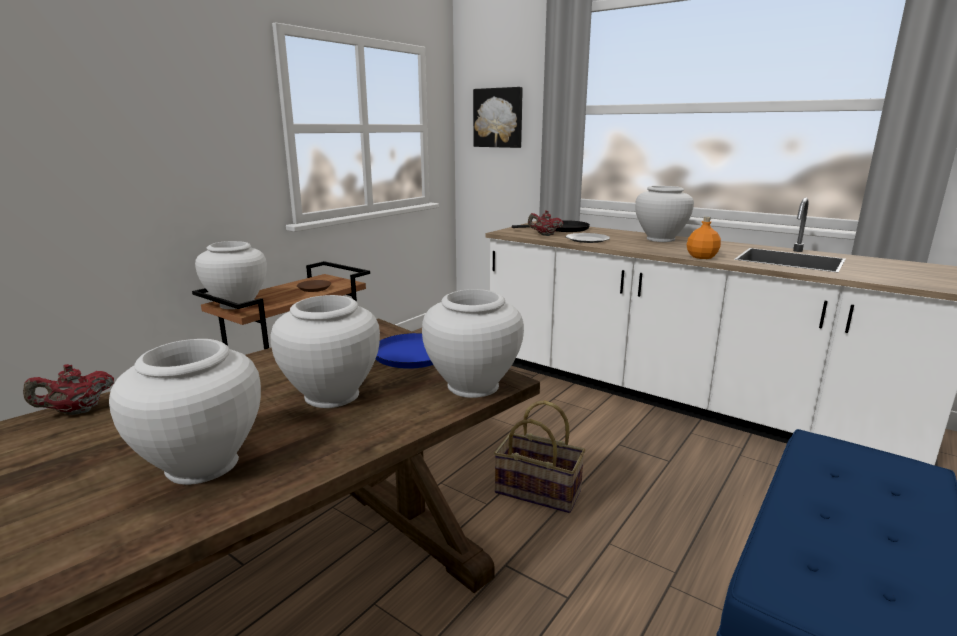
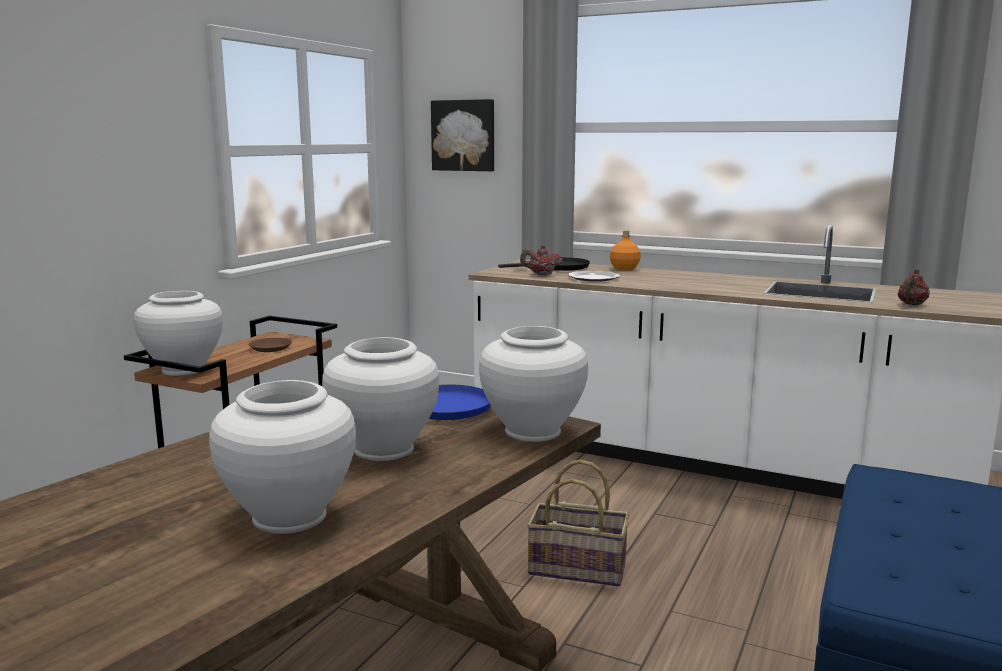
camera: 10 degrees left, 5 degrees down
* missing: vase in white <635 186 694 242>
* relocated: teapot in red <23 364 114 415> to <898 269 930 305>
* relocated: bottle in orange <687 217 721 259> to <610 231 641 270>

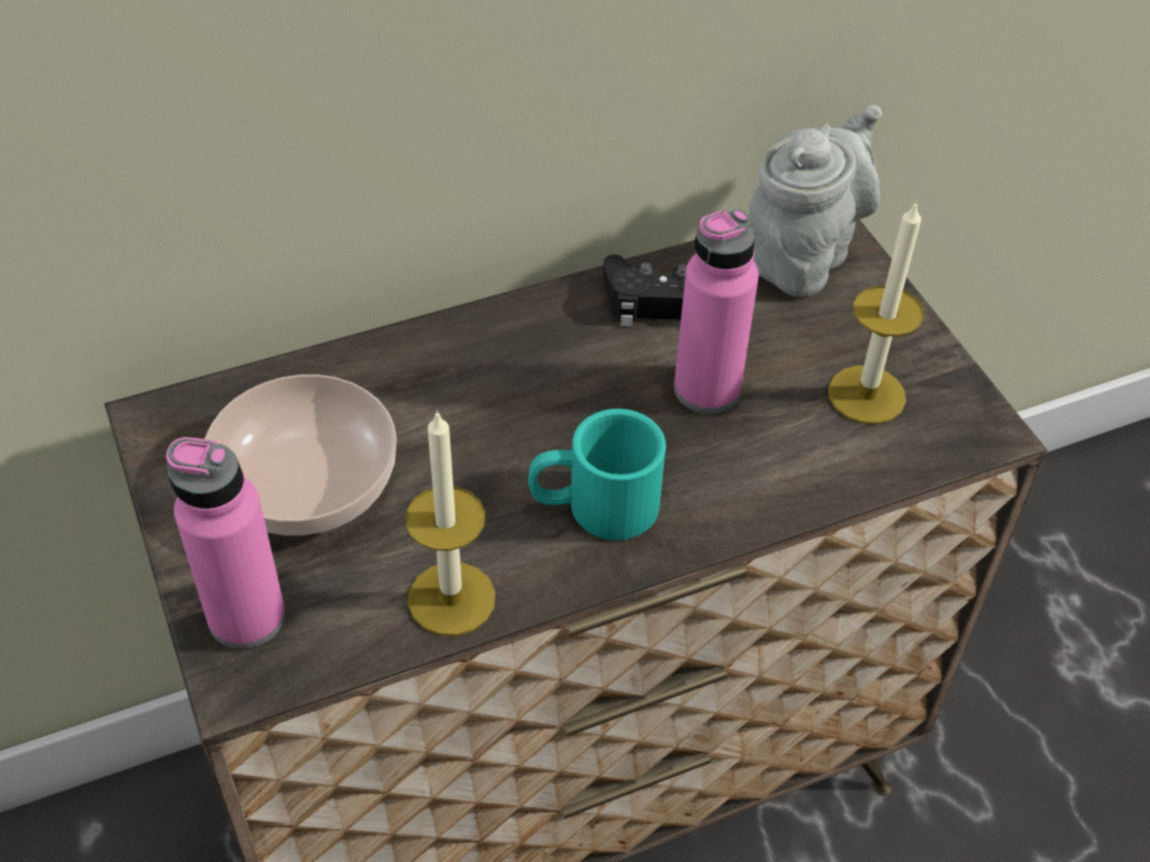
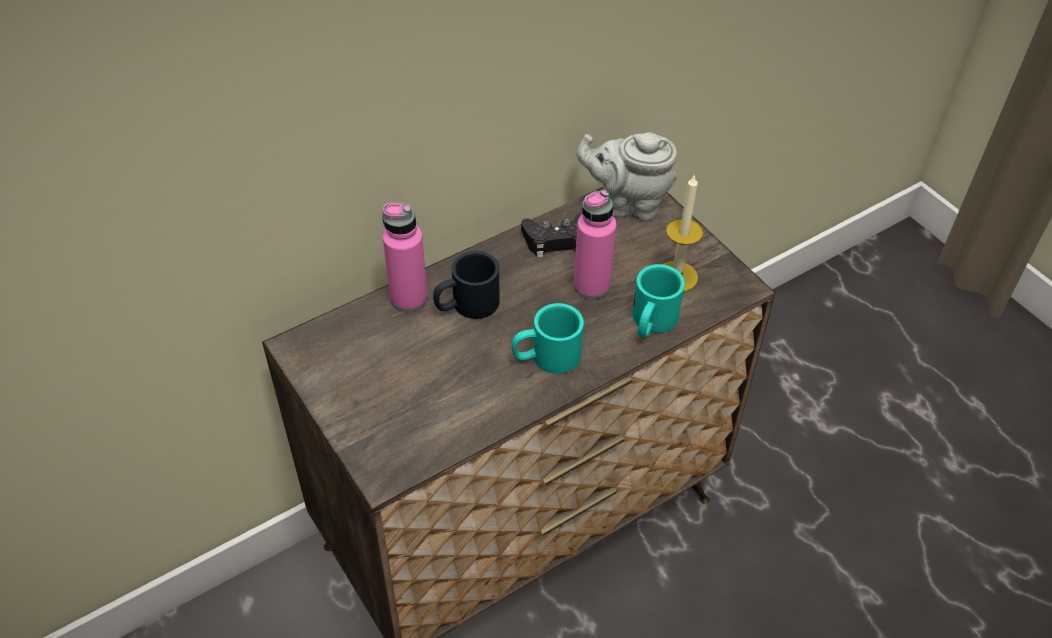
camera: 10 degrees left, 0 degrees up
* missing: bowl <205 375 397 535>
* missing: candle <405 410 495 636>
* appeared: mug in black <433 251 499 319>
* appeared: mug in turquoise <632 264 685 338>
* relocated: bottle in pink <166 437 285 649> to <382 203 427 312>
* spun: teapot in grey <749 105 882 297> = <577 133 677 222> 105 degrees counterclockwise

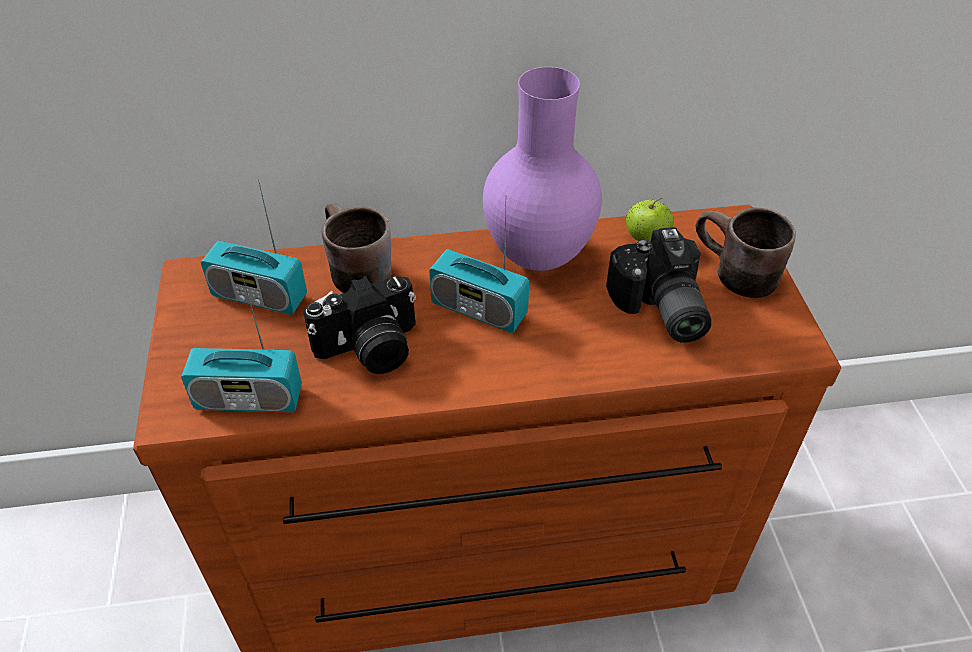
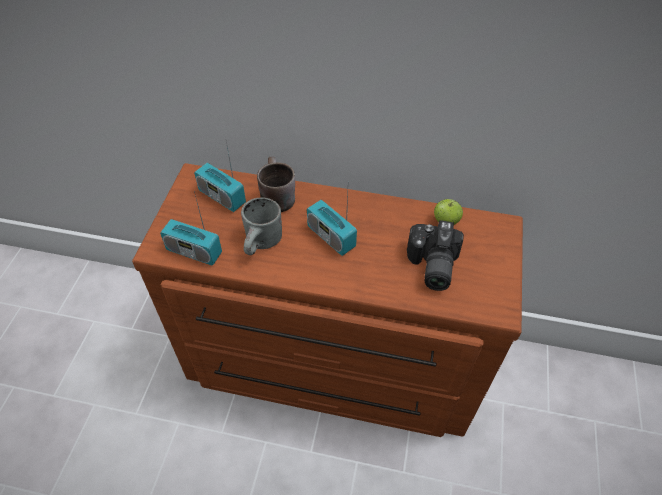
camera: 20 degrees right, 5 degrees up
* missing: vase in purple <483 67 602 271>
* missing: mug in brown <696 207 796 298>
* exchanged: photo camera <303 276 416 374> to mug in grey <241 197 282 255>

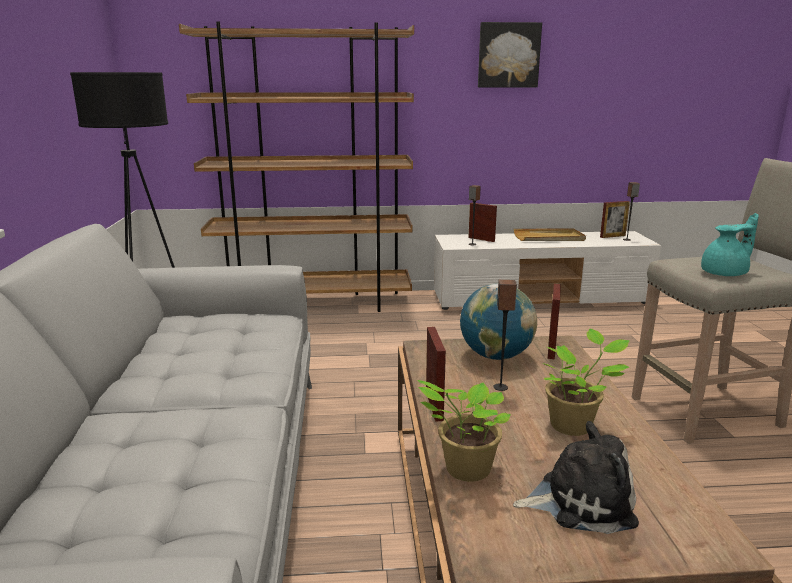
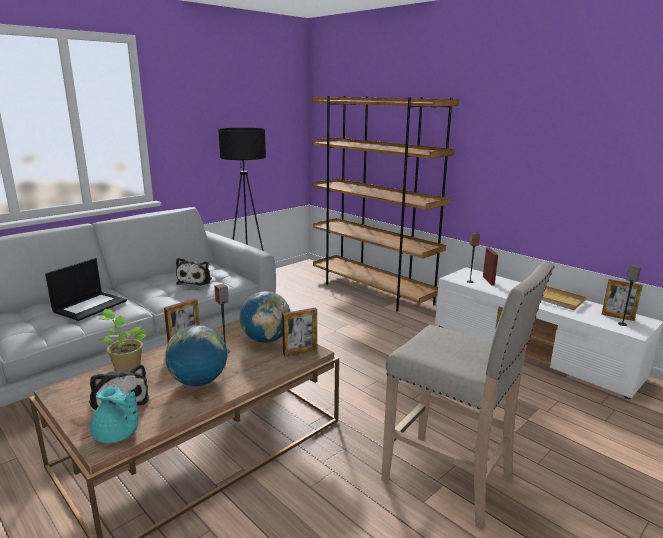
camera: 50 degrees right, 0 degrees up
* missing: picture <478 22 542 87>
* appeared: laptop <45 258 127 321>
* appeared: plush toy <176 258 212 286>
* relocated: teapot in turquoise <701 213 759 276> to <91 387 138 443>
* exchanged: potted plant <542 328 630 436> to globe <165 325 228 386>

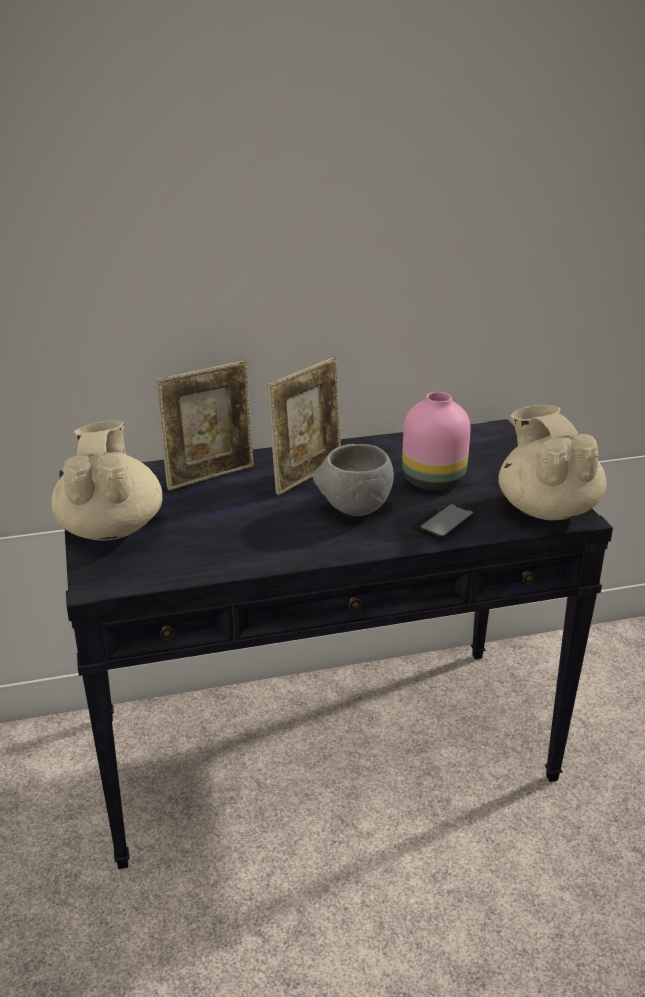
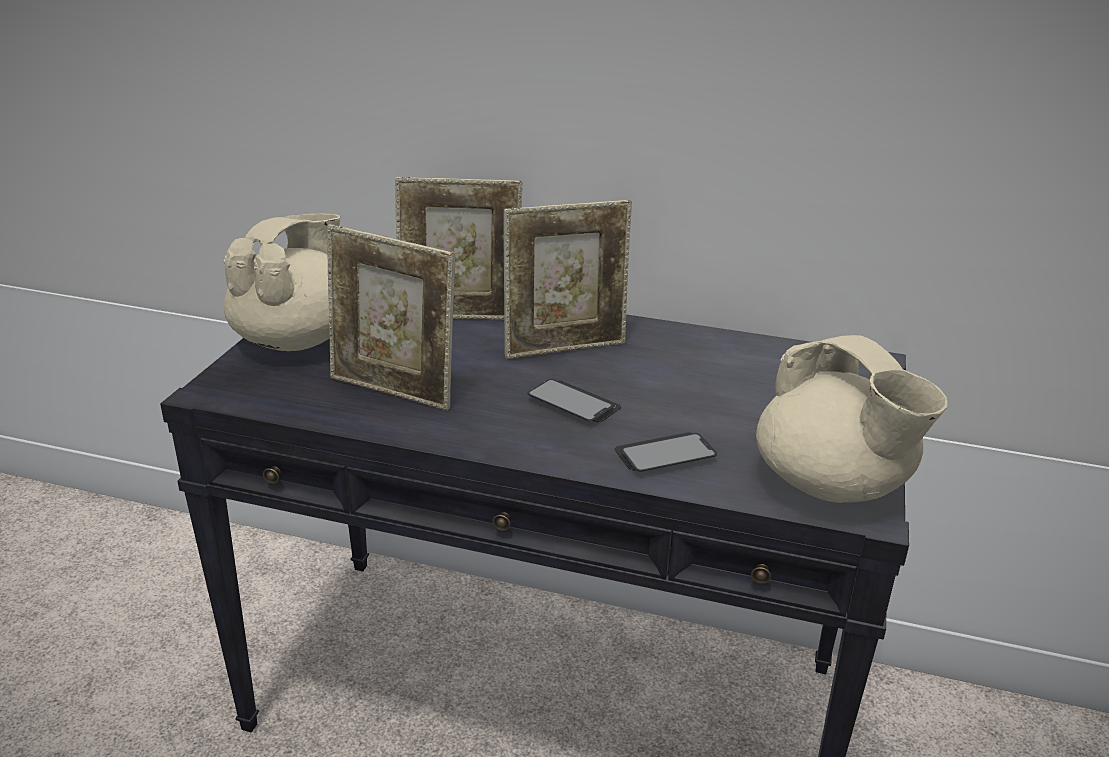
camera: 30 degrees right, 0 degrees up
* missing: vase in pink <402 392 470 491>
* appeared: picture frame <327 224 455 411>
* exchanged: bowl in grey <313 444 394 516> to phone <528 379 621 422>
* spun: teapot in beige <498 405 607 520> = <756 335 948 503> 135 degrees clockwise

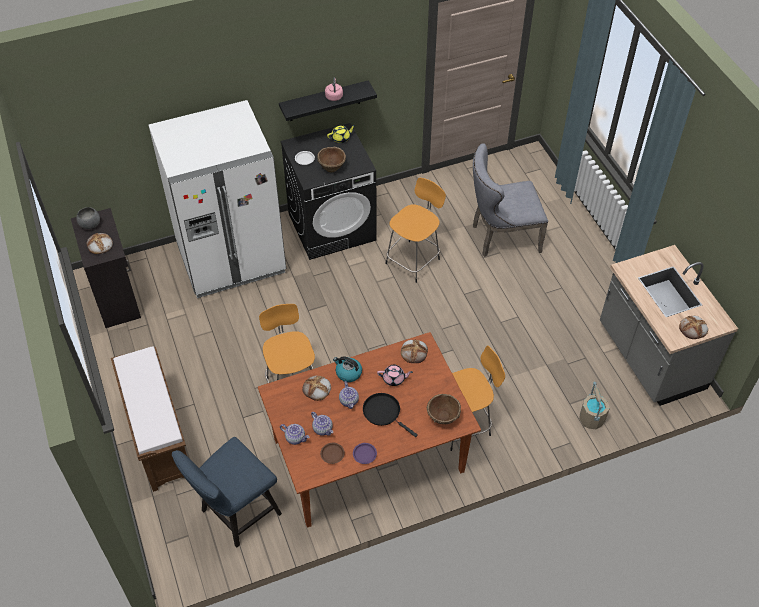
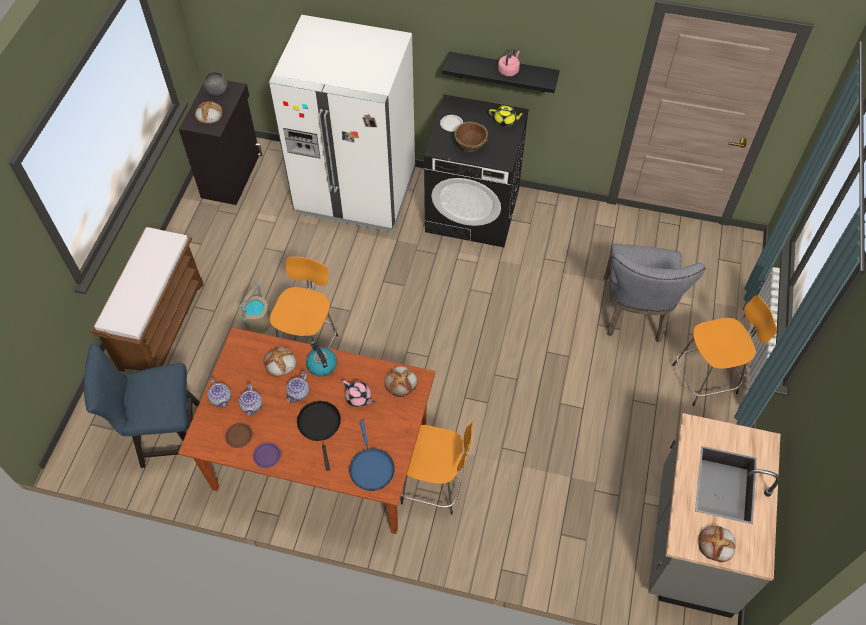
camera: 35 degrees right, 5 degrees up
* relocated: stool in orange <385 178 446 283> to <673 295 777 406>
* relocated: bucket in beige <579 382 610 429> to <239 283 271 333>
* exchanged: bowl in brown <427 394 461 424> to frying pan in blue <349 420 395 491>
* spun: chair in grey <473 143 548 257> = <604 244 706 343> 105 degrees counterclockwise

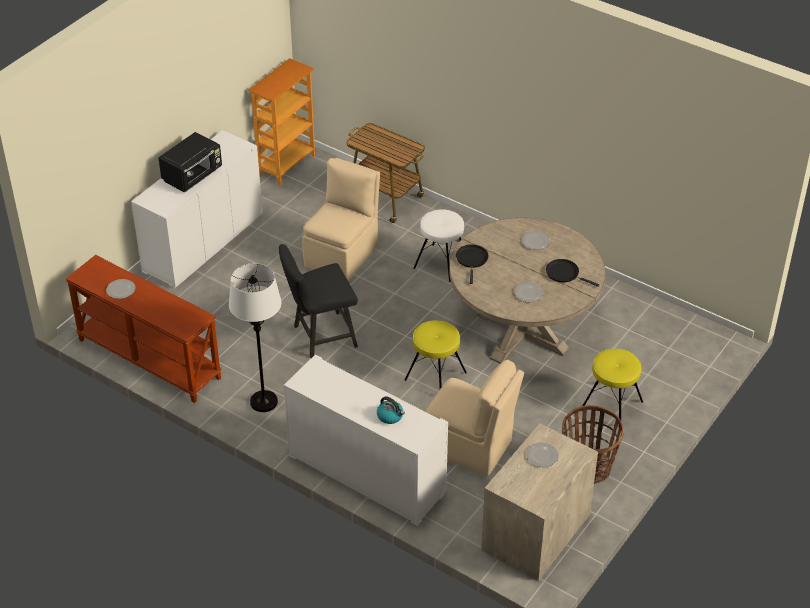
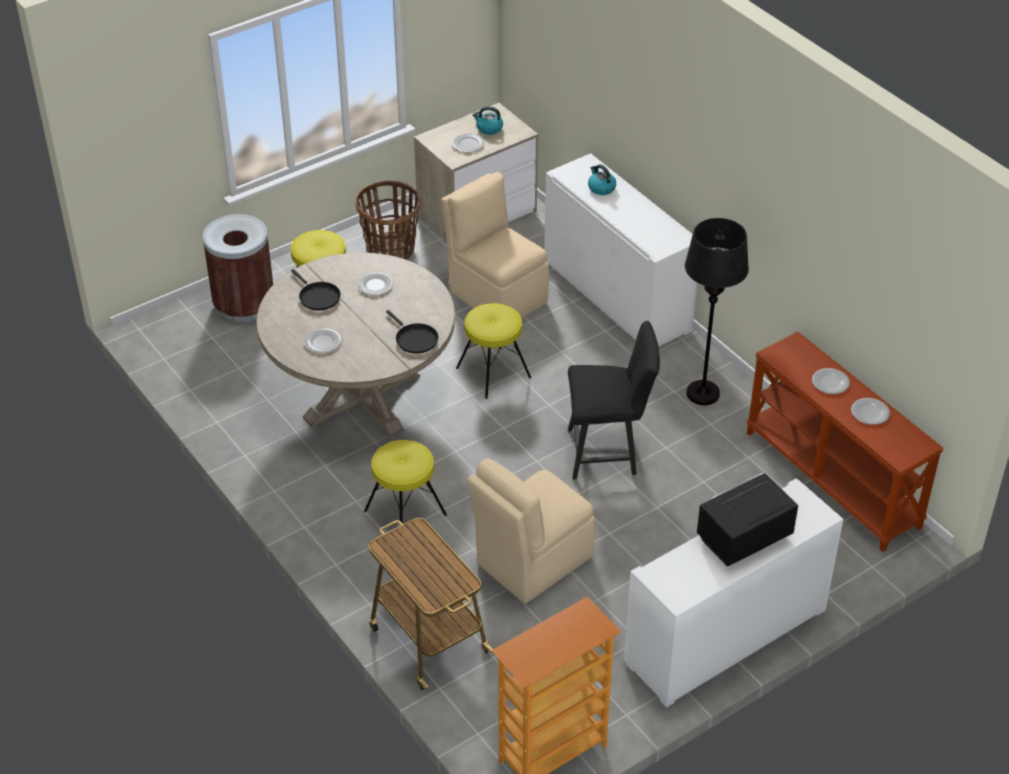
camera: 160 degrees left, 0 degrees up
* appeared: trash can in brown <203 214 273 322>
* appeared: kettle <473 106 503 135>
* appeared: plate <812 368 850 394>
* colour: floor lamp in white <229 263 282 412> to floor lamp in black <685 218 749 405>
* colour: stool in white <413 209 464 282> to stool in yellow <364 440 447 536>
* spun: frying pan in black <456 244 488 284> = <386 310 438 354> 60 degrees counterclockwise

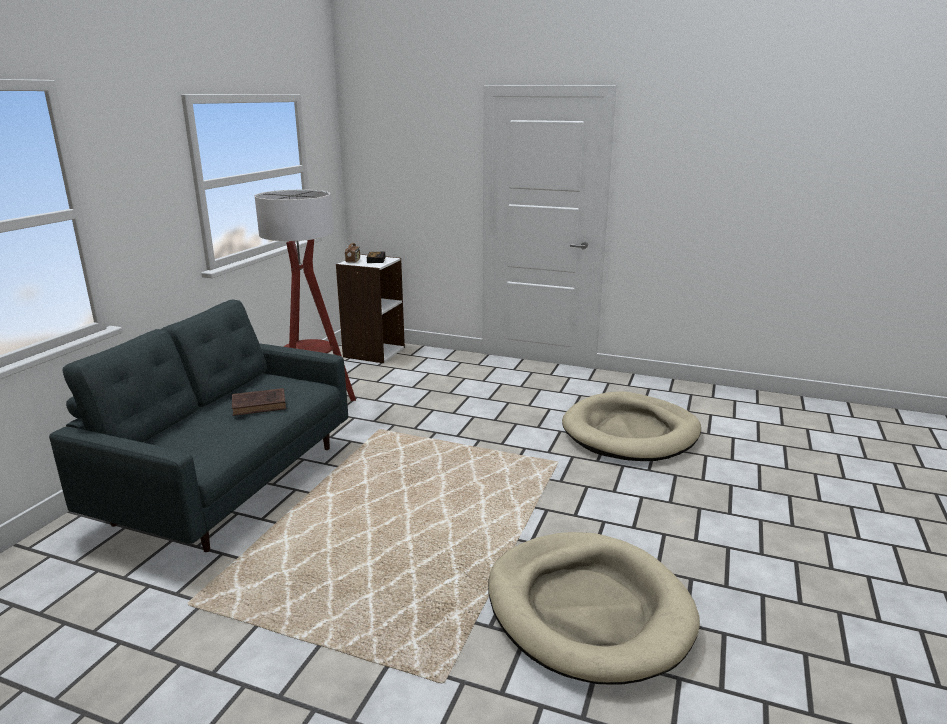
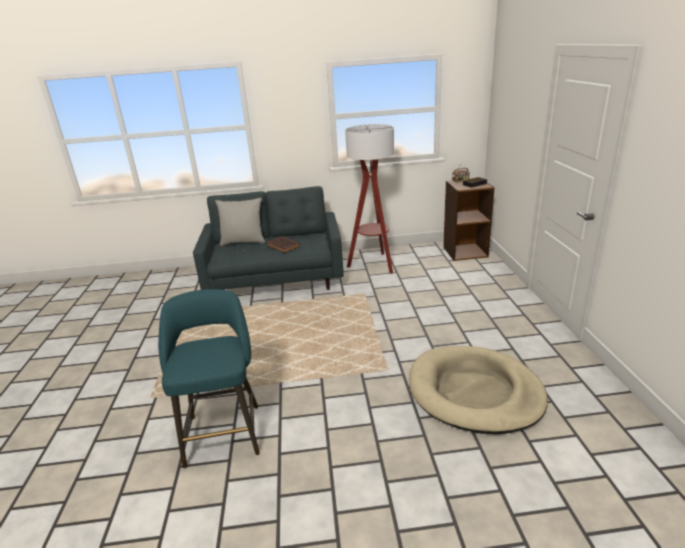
camera: 65 degrees right, 5 degrees up
* appeared: pillow in grey <215 198 265 246>
* exchanged: dog bed in beige <488 532 700 685> to stool in turquoise <158 289 260 469>
* colour: bookcase in white <336 254 405 363> to bookcase in brown <443 180 495 261>

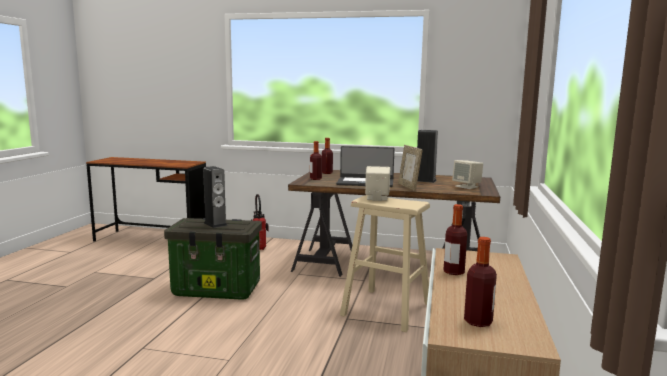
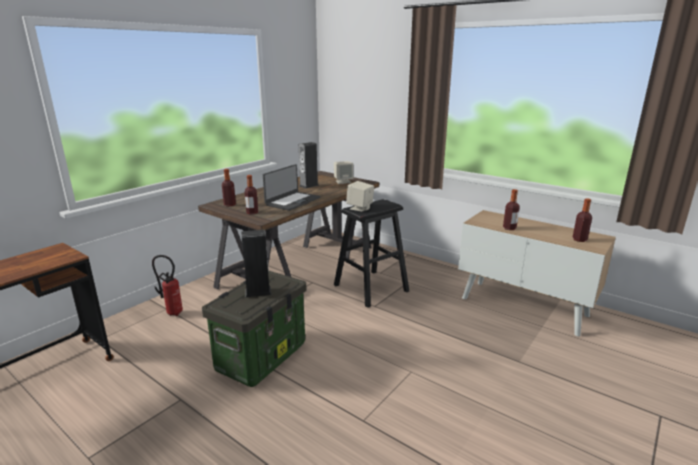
camera: 65 degrees left, 10 degrees up
* missing: picture frame <398 145 422 191>
* colour: stool in beige <340 195 430 332> to stool in black <334 199 409 308>

